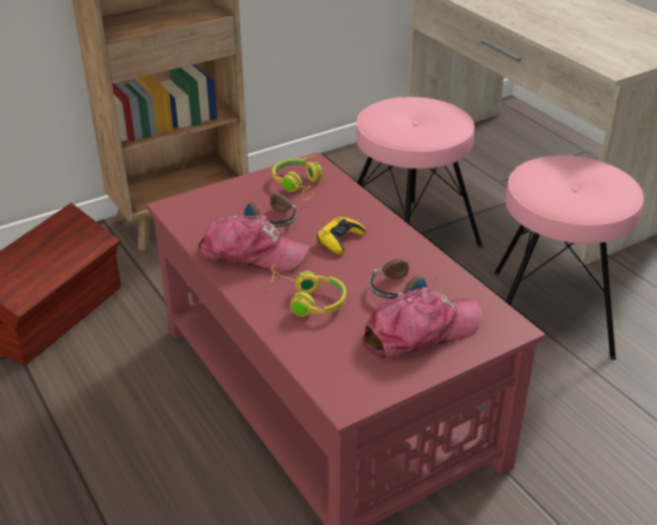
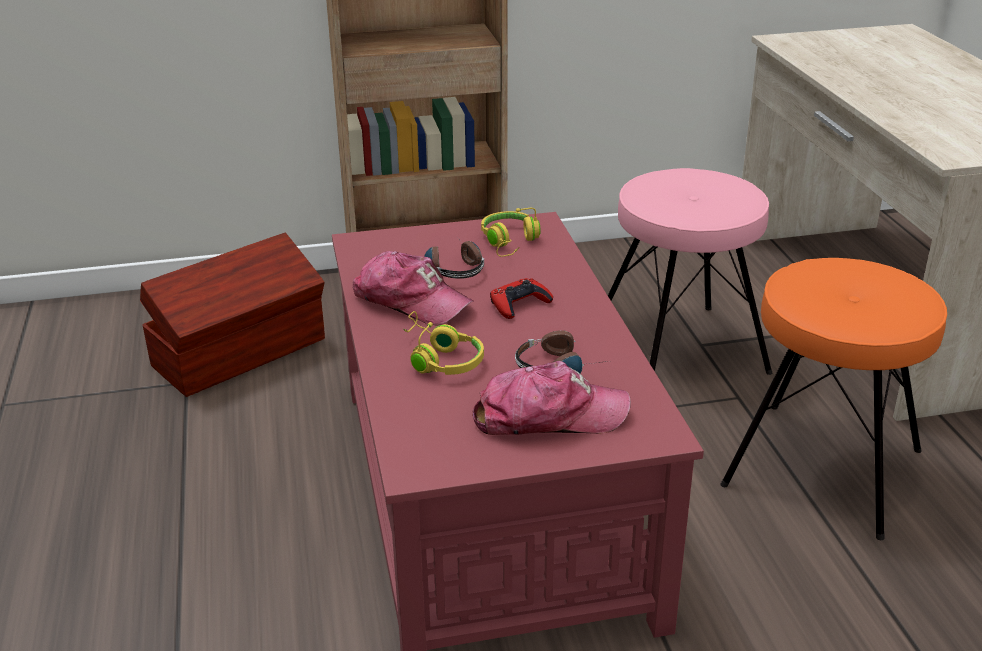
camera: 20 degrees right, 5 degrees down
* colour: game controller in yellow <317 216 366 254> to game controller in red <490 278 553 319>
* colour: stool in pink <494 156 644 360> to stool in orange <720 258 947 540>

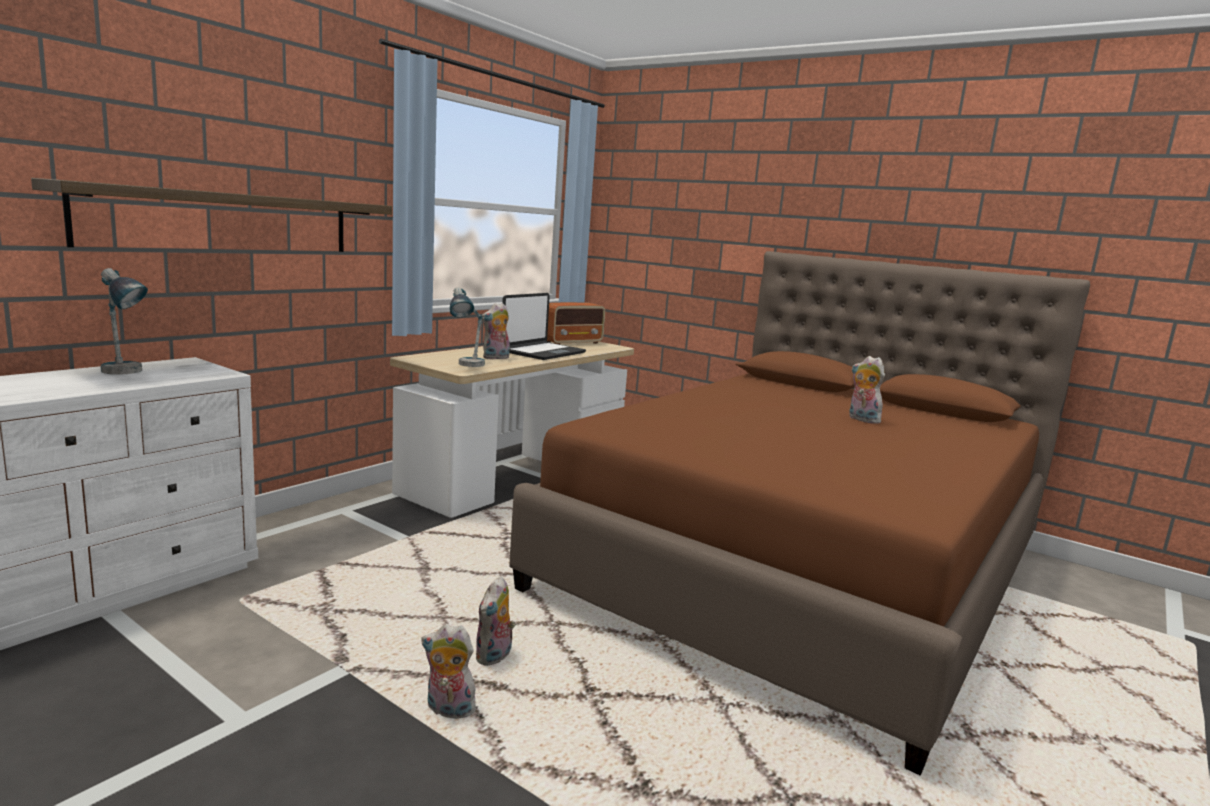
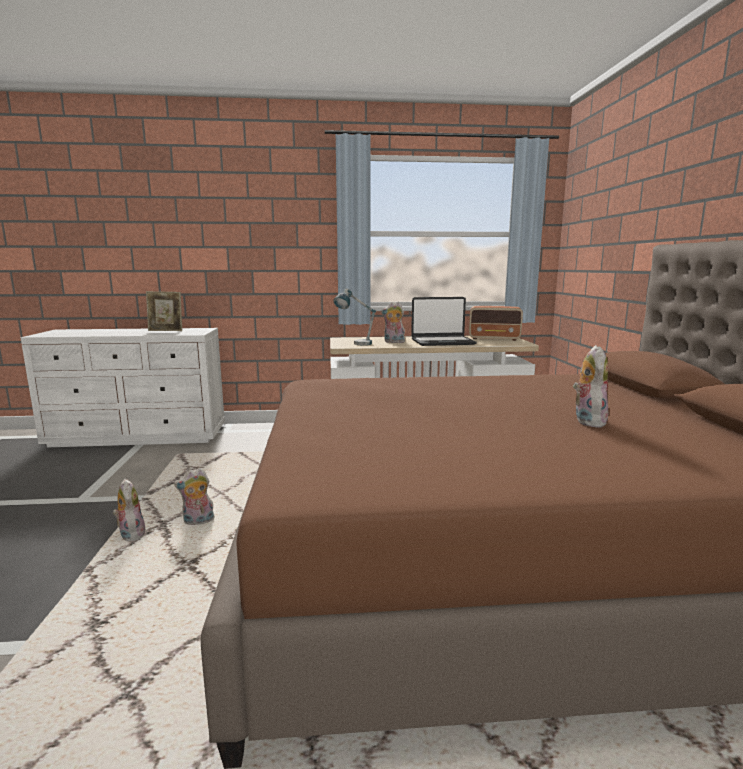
camera: 50 degrees right, 0 degrees up
* missing: shelf <31 178 392 252>
* exchanged: table lamp <101 268 148 375> to picture frame <146 291 182 331>

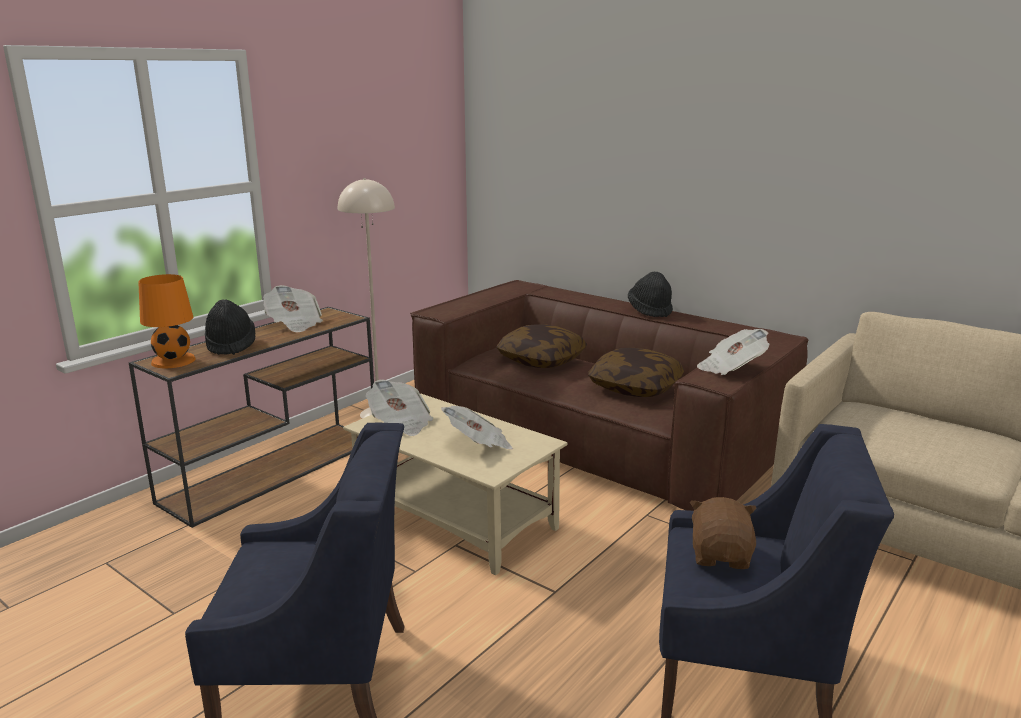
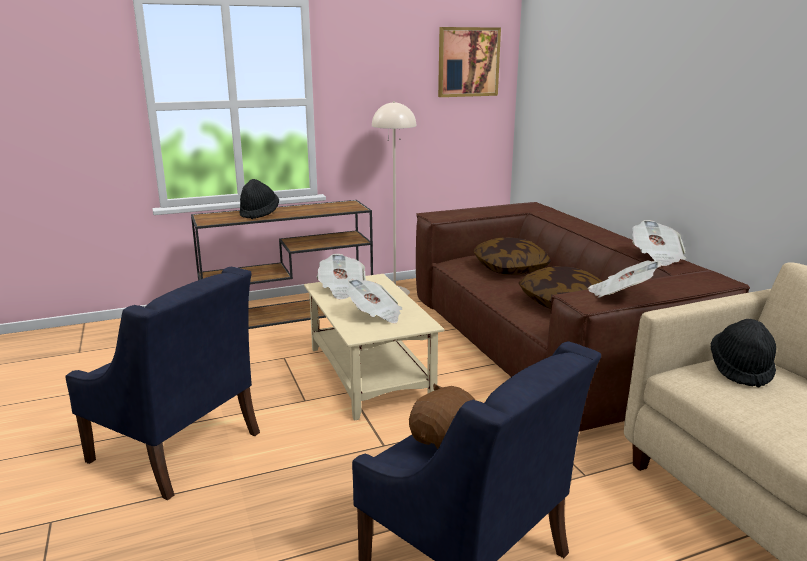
camera: 30 degrees right, 0 degrees up
* missing: table lamp in orange <138 274 196 368>
* appeared: picture <438 27 501 97>
* relocated: newspaper <263 285 323 333> to <632 220 686 266>
* relocated: hat in black <628 272 673 317> to <710 319 776 387>

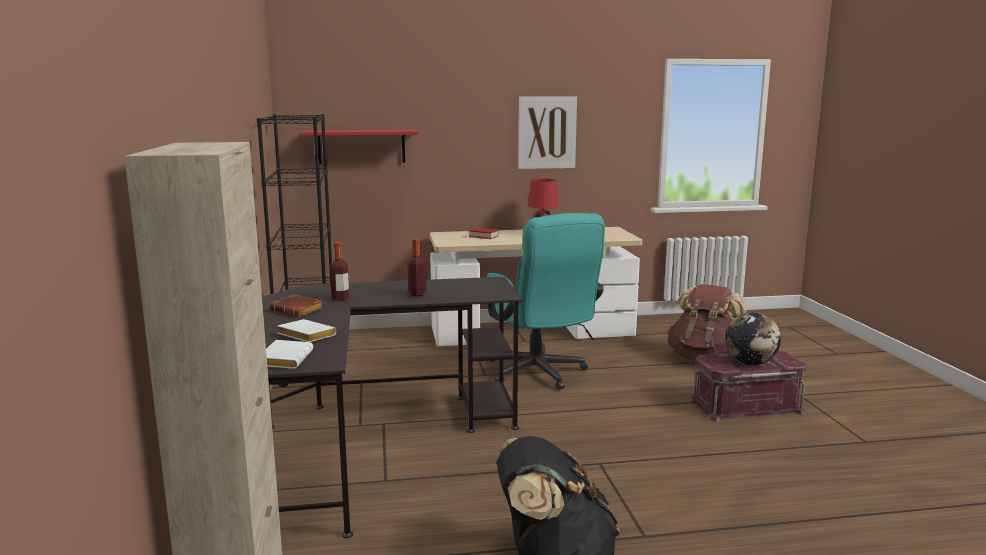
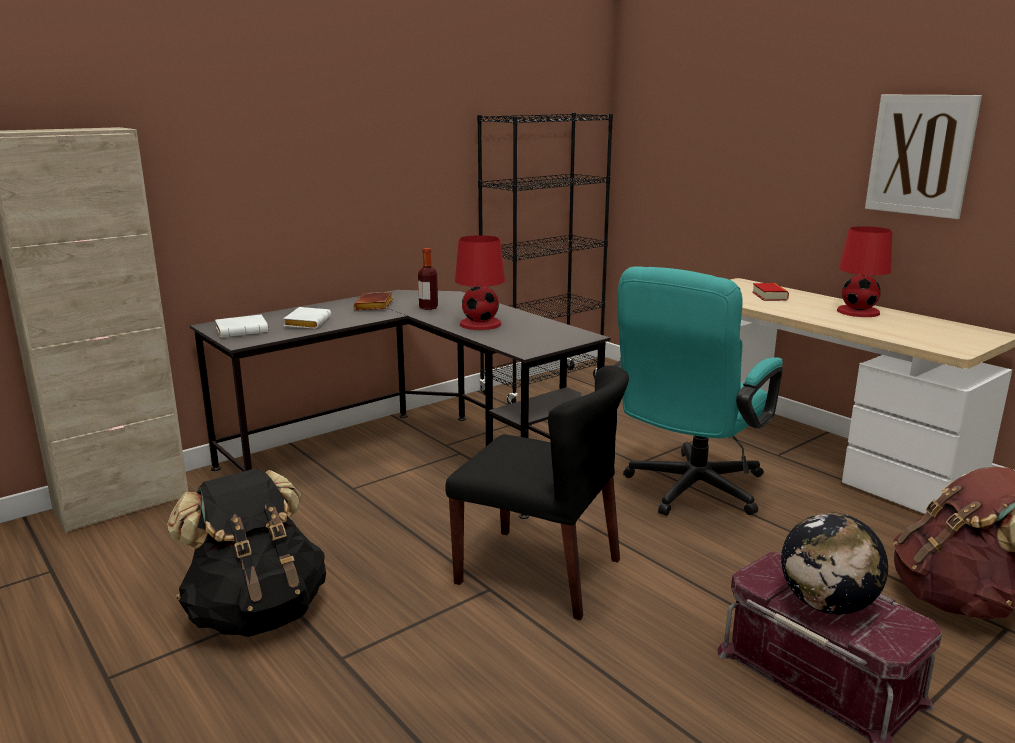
camera: 60 degrees right, 5 degrees up
* missing: shelf in red <301 130 418 164>
* appeared: chair in black <445 365 629 620>
* exchanged: bottle <407 239 427 296> to table lamp in red <455 235 505 330>

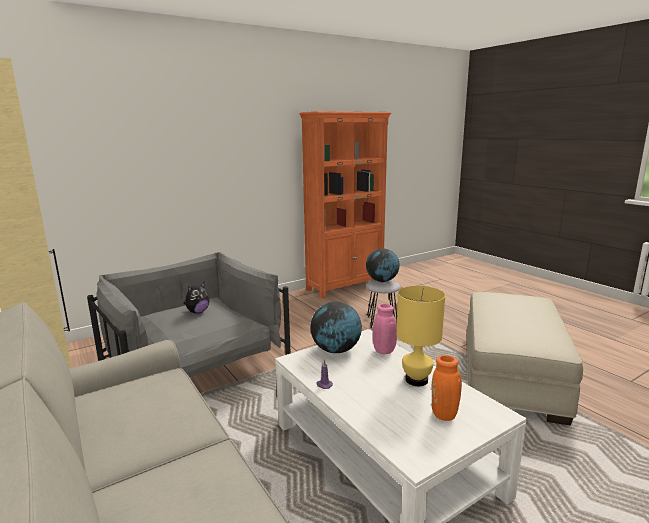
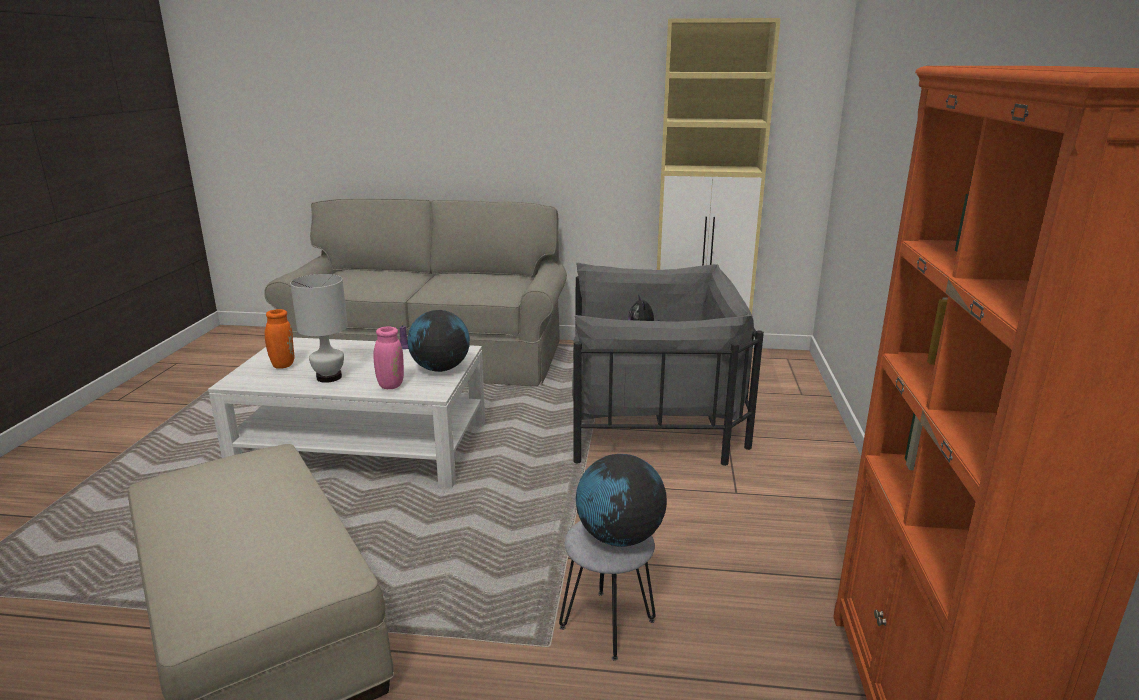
camera: 130 degrees right, 5 degrees up
* colour: table lamp in yellow <397 286 445 386> to table lamp in white <290 274 348 383>

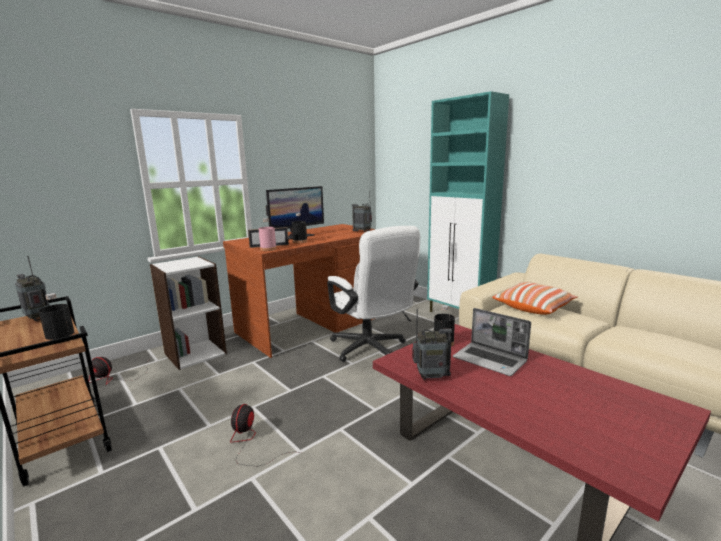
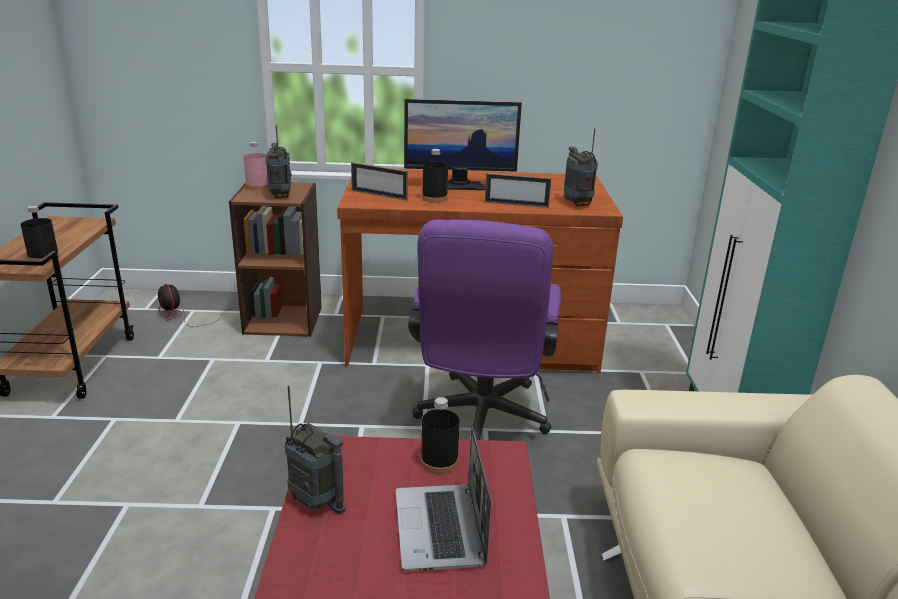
camera: 40 degrees right, 10 degrees up
* missing: fan <230 404 302 466>
* missing: pillow <492 282 577 315>
* appeared: picture frame <485 173 551 208>
* relocated: radio <15 256 50 321> to <266 126 292 198>
* relocated: bottle in pink <259 218 277 251> to <244 142 268 190>
* colour: bookcase in white <150 256 227 370> to bookcase in brown <229 183 322 337>
* colour: office chair in white <327 226 420 362> to office chair in purple <408 219 561 440>

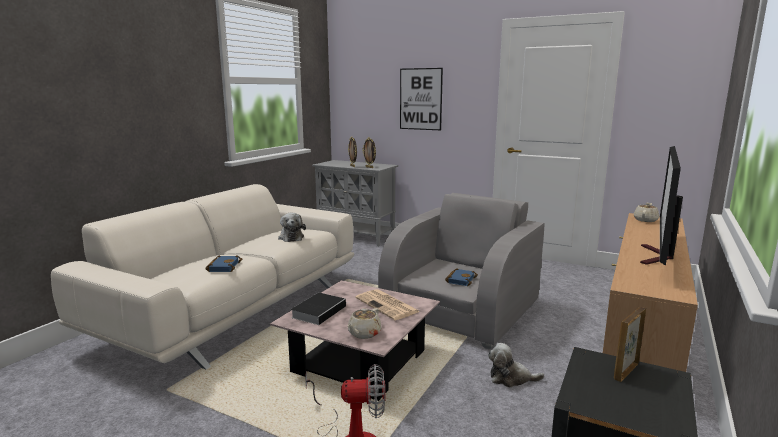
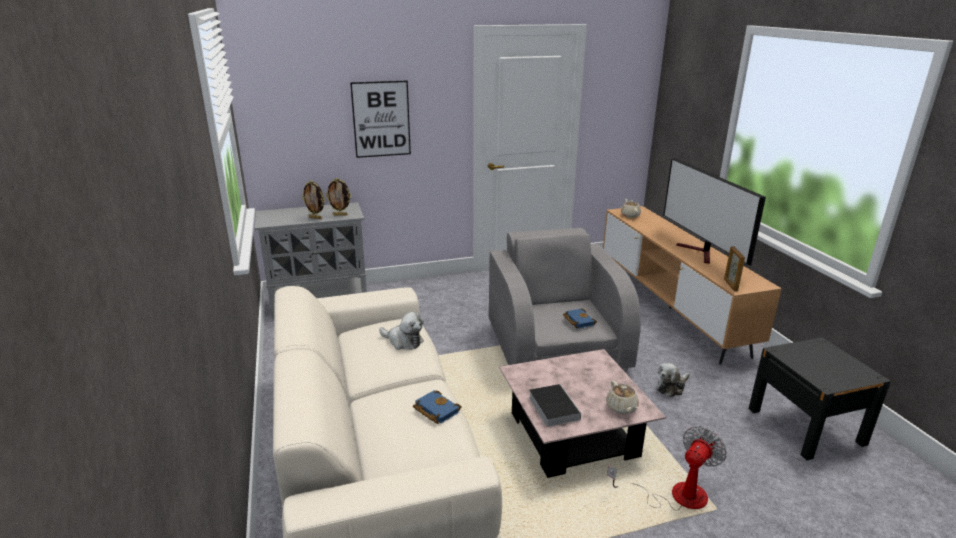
camera: 45 degrees left, 10 degrees up
* missing: newspaper <355 289 420 320>
* relocated: picture frame <614 307 646 382> to <724 246 745 291>

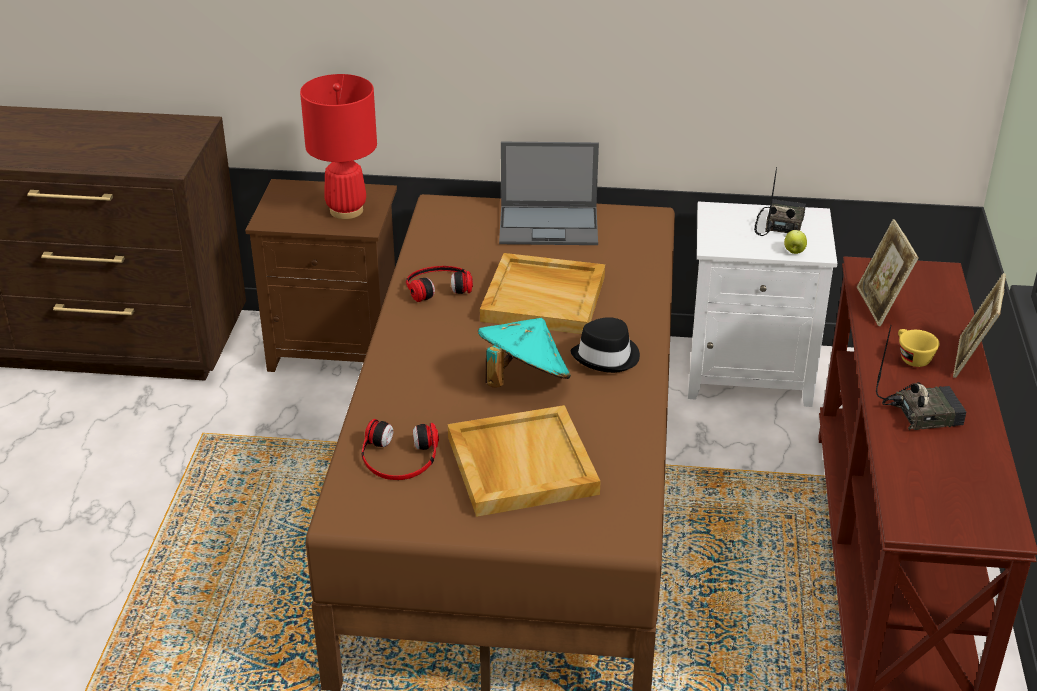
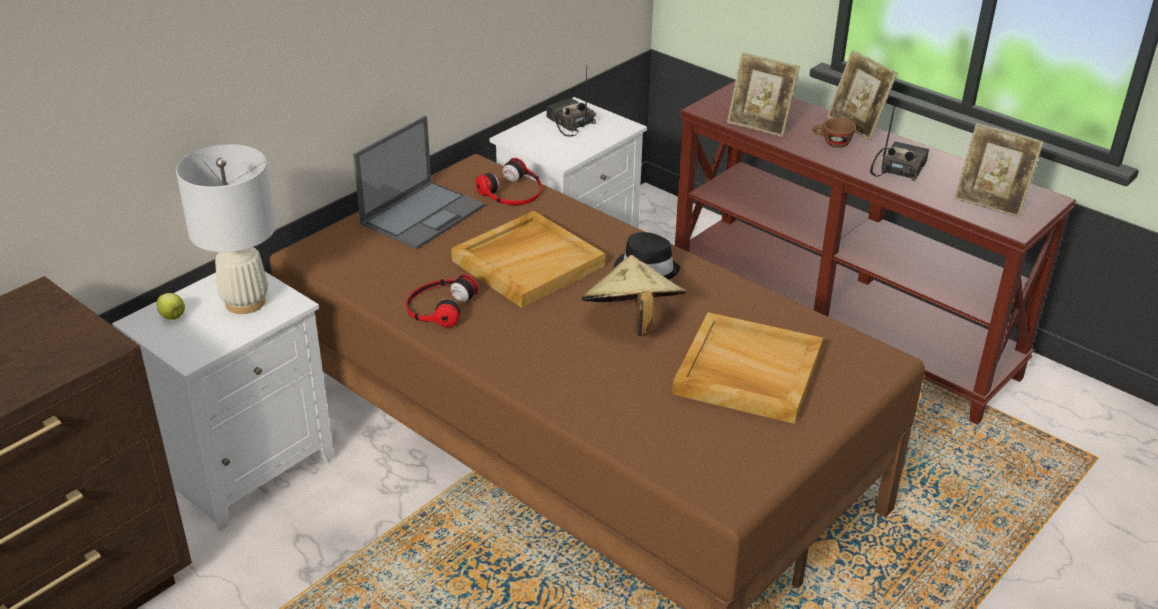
camera: 55 degrees left, 0 degrees up
* appeared: picture frame <954 123 1044 218>
* relocated: headphones <361 419 439 480> to <475 158 542 205>
* relocated: apple <784 230 807 254> to <156 293 185 320>
* colour: nightstand in brown <245 179 397 372> to nightstand in white <112 272 335 531>
* colour: table lamp in red <300 74 377 219> to table lamp in white <176 144 276 314>
* colour: hat in turquoise <478 318 571 388> to hat in beige <582 255 686 336>
* colour: cup in yellow <898 329 939 367> to cup in brown <812 118 856 148>

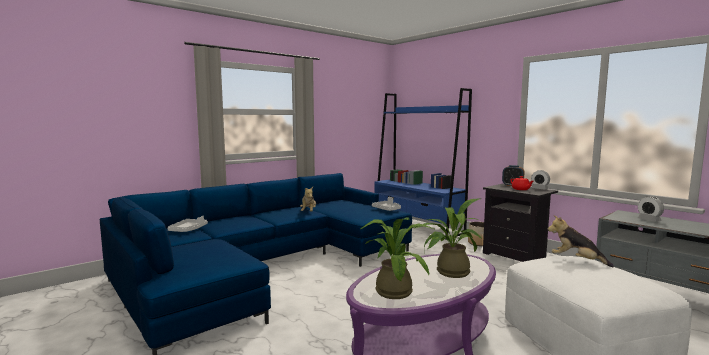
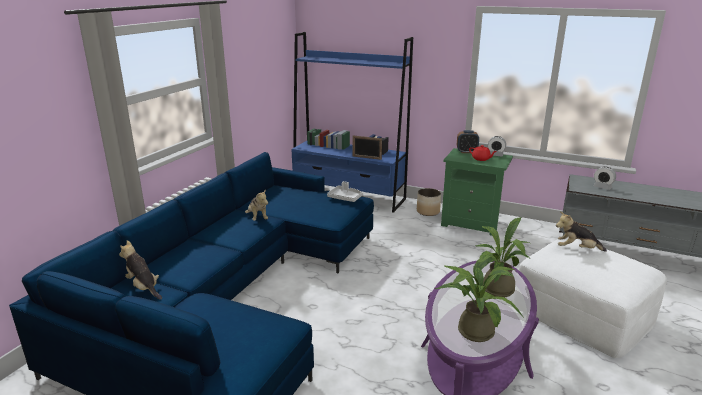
camera: 25 degrees left, 15 degrees up
* appeared: picture frame <353 136 382 160>
* exchanged: tray in grey <168 216 208 232> to plush toy <119 240 162 299>
* colour: nightstand in black <483 183 558 262> to nightstand in green <441 148 513 236>

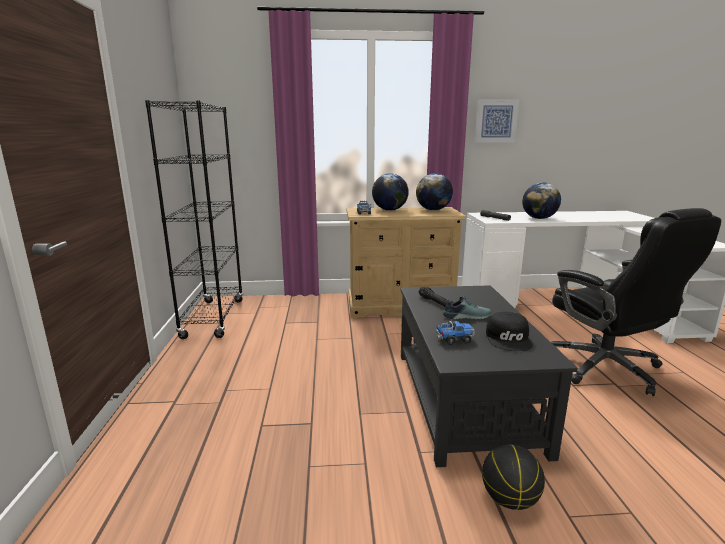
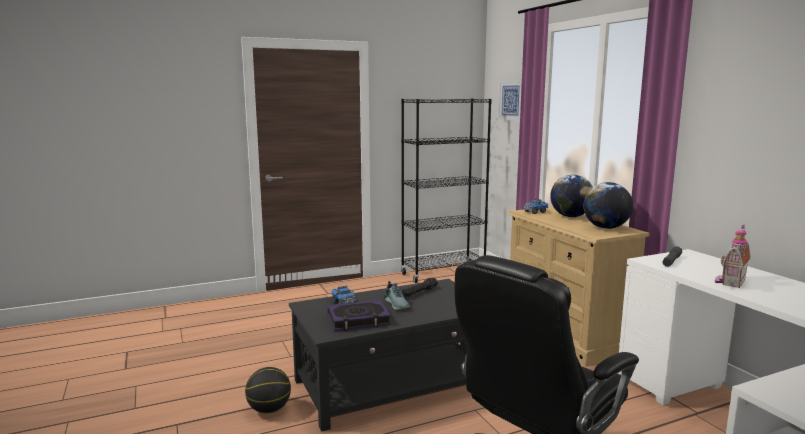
camera: 70 degrees right, 5 degrees down
* relocated: picture <475 99 520 143> to <498 80 522 121>
* exchanged: cap in black <486 312 533 351> to book <327 300 391 331>
* exchanged: globe <522 182 561 219> to toy house <715 225 751 288>

